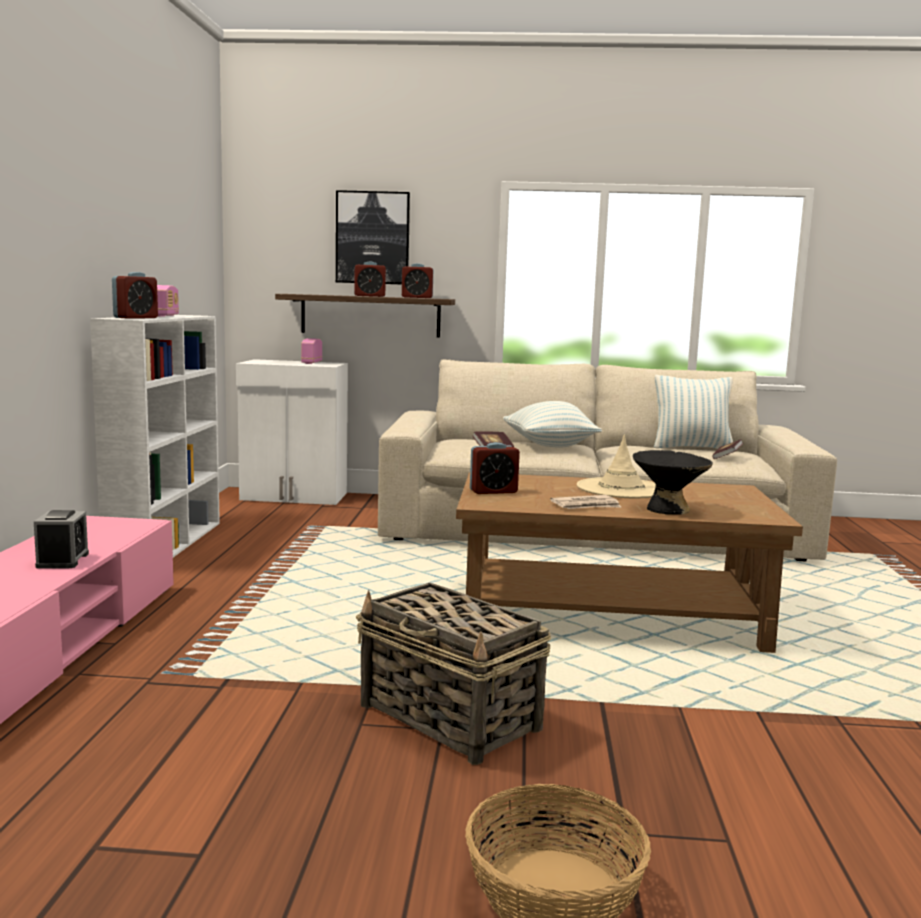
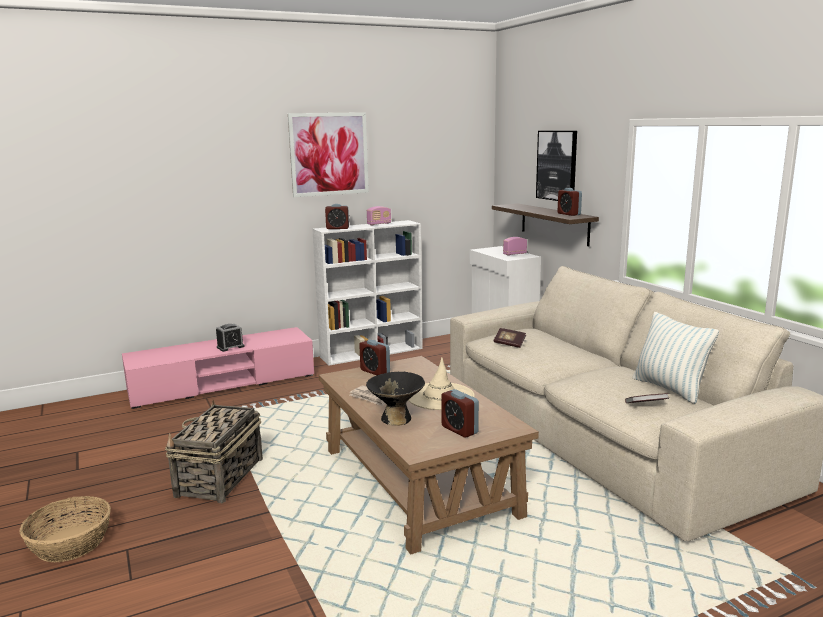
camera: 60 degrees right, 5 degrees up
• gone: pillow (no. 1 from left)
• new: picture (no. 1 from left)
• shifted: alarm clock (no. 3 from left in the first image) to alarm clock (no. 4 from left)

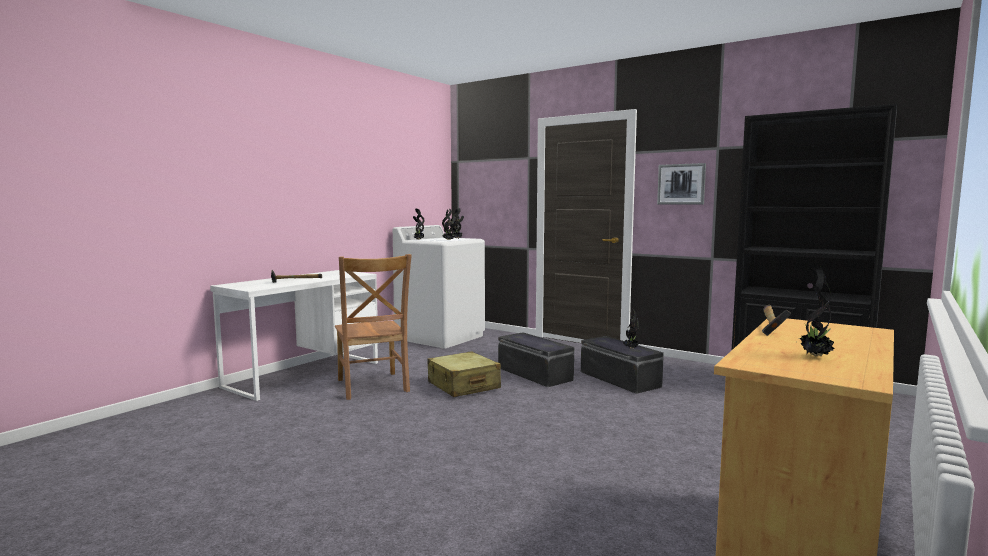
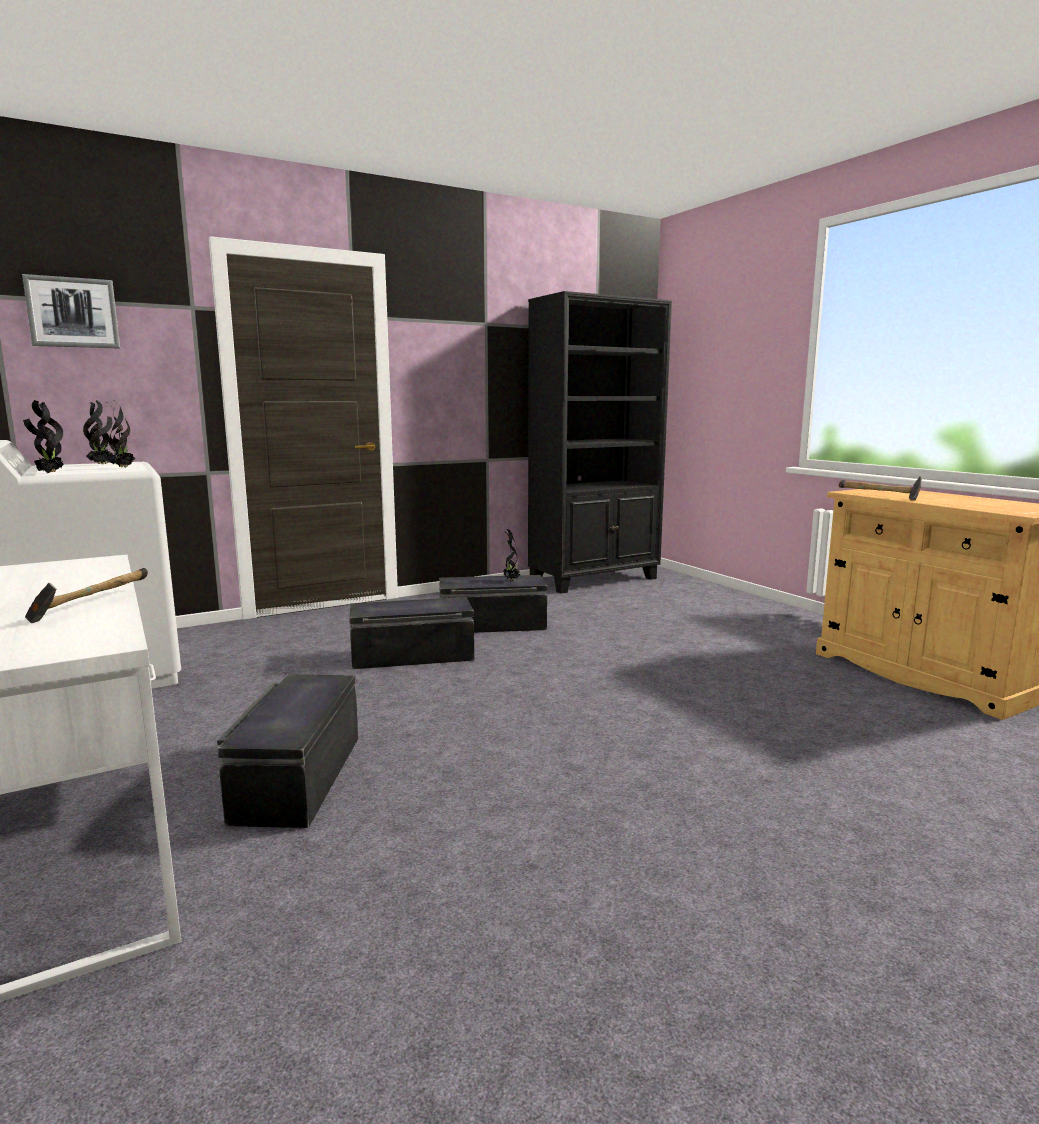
camera: 65 degrees left, 5 degrees up
• gone: beige suitcase
• gone: potted plant (no. 5 from left)
• shifted: picture
• swapped: brown chair to black storage box (no. 1 from left)

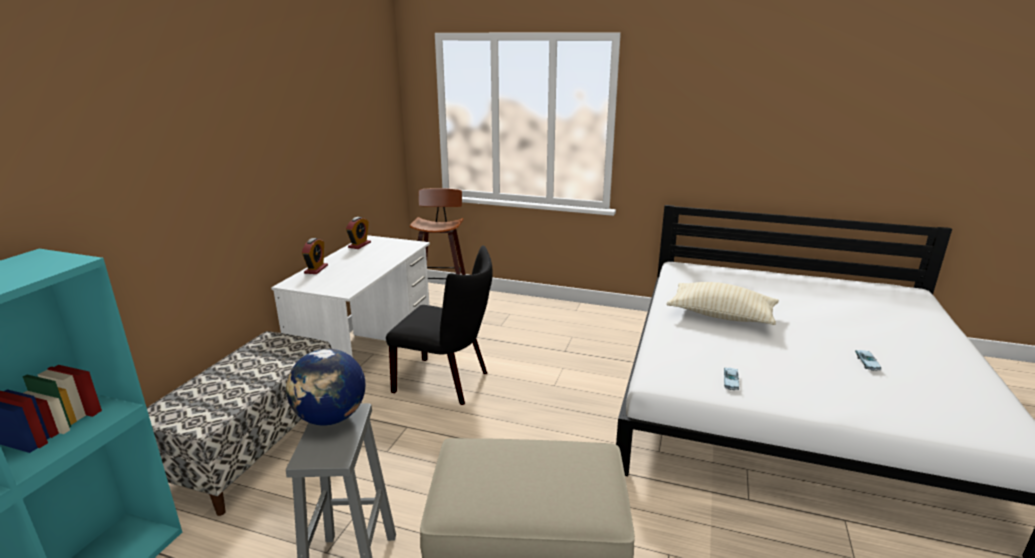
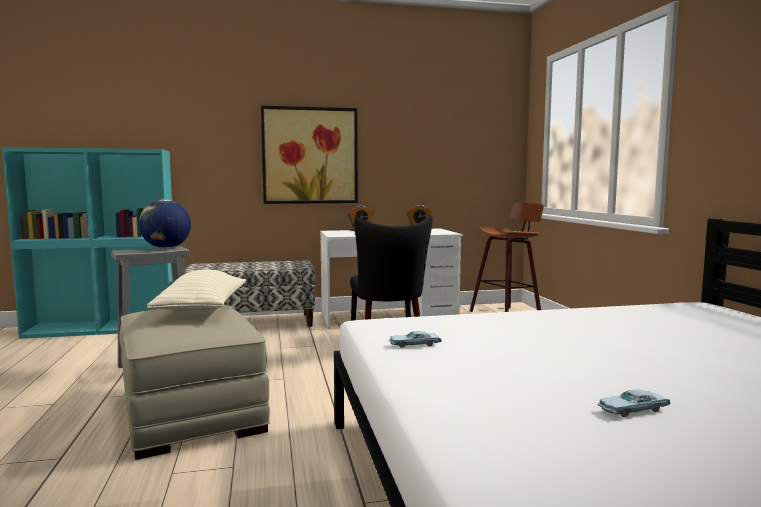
camera: 60 degrees right, 15 degrees down
• new: picture
• shifted: beige pillow

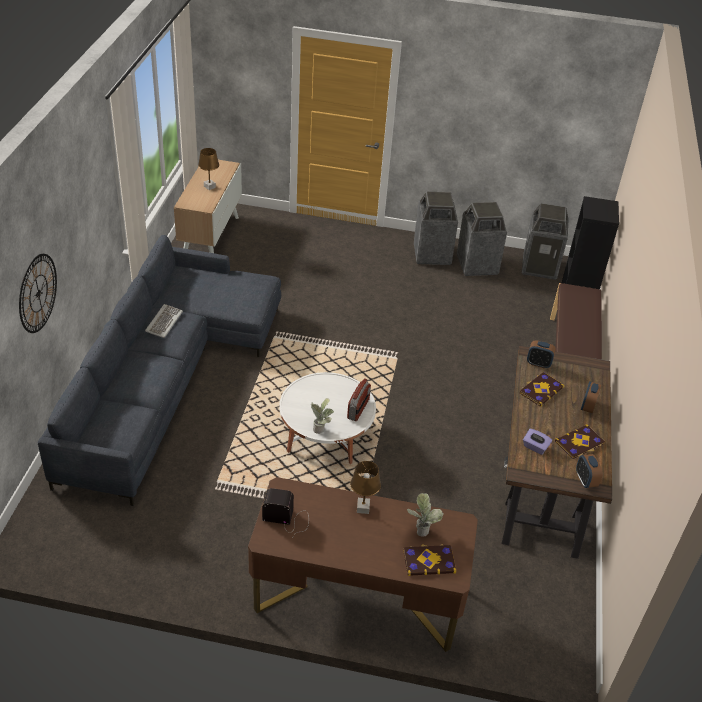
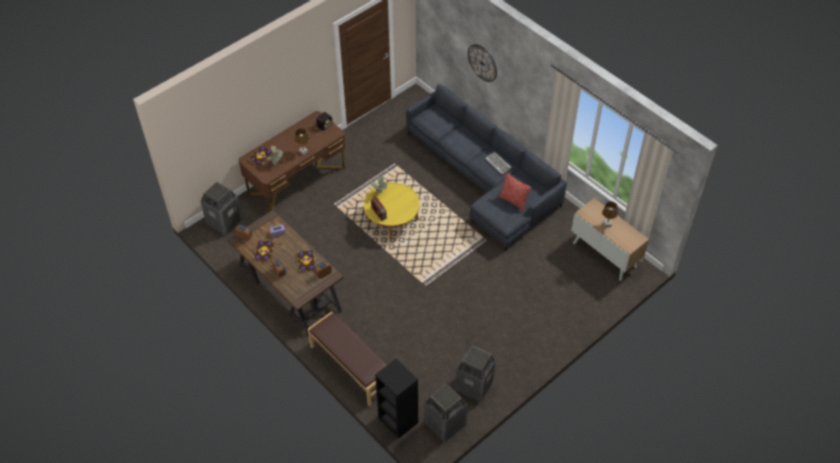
camera: 130 degrees right, 10 degrees up
• new: pillow
• shifted: trash can (no. 1 from left)
• repainted: white coffee table to yellow coffee table

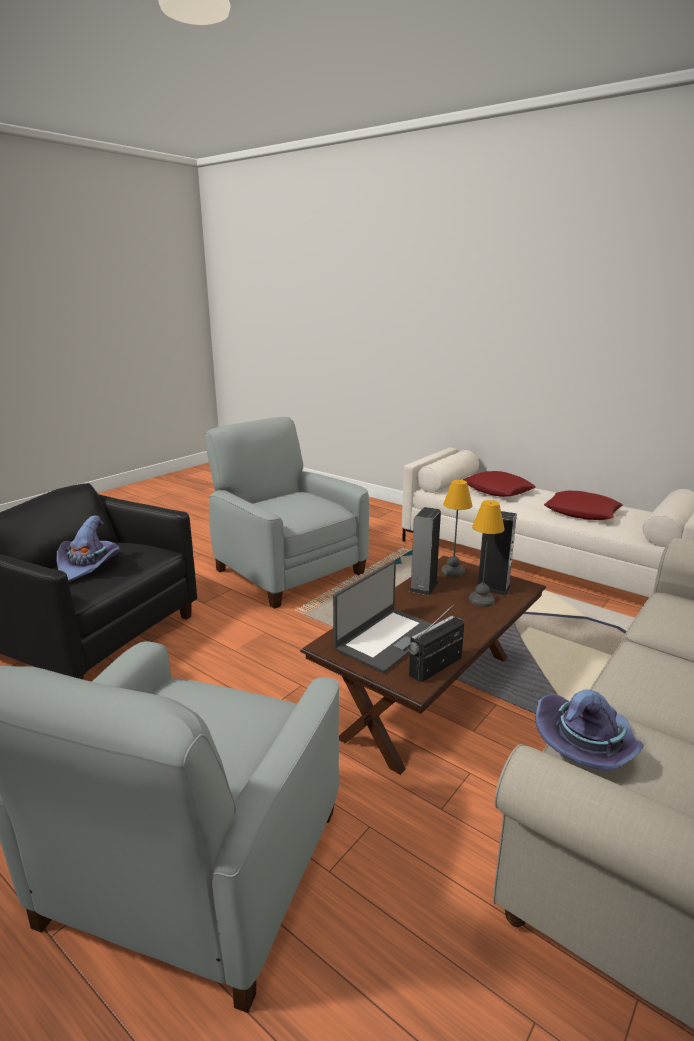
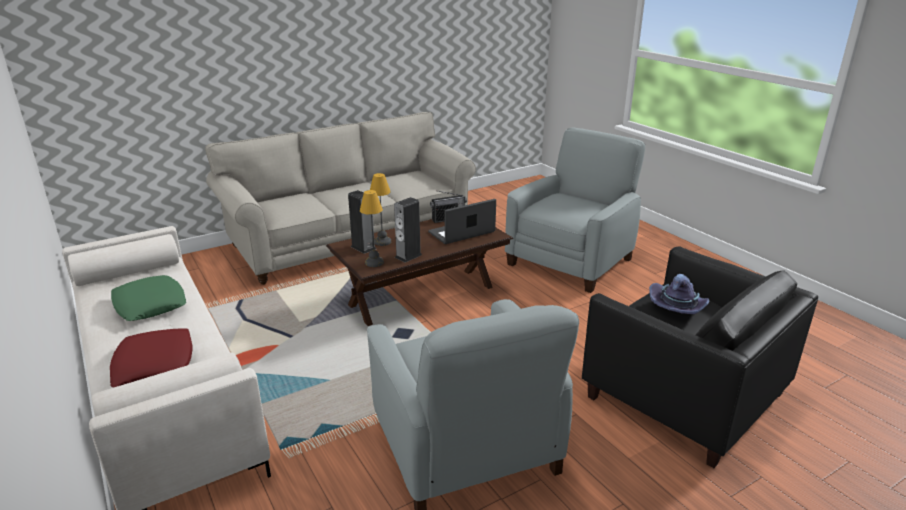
camera: 160 degrees left, 5 degrees up
• gone: purple hat (no. 2 from left)
• repainted: red pillow (no. 2 from left) to green pillow

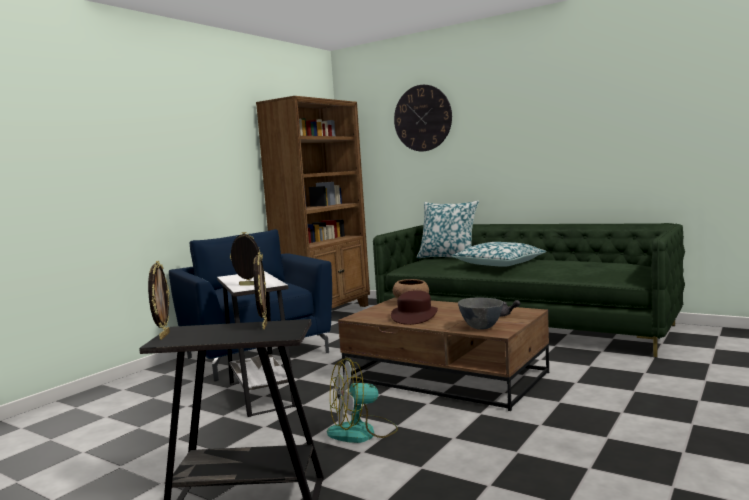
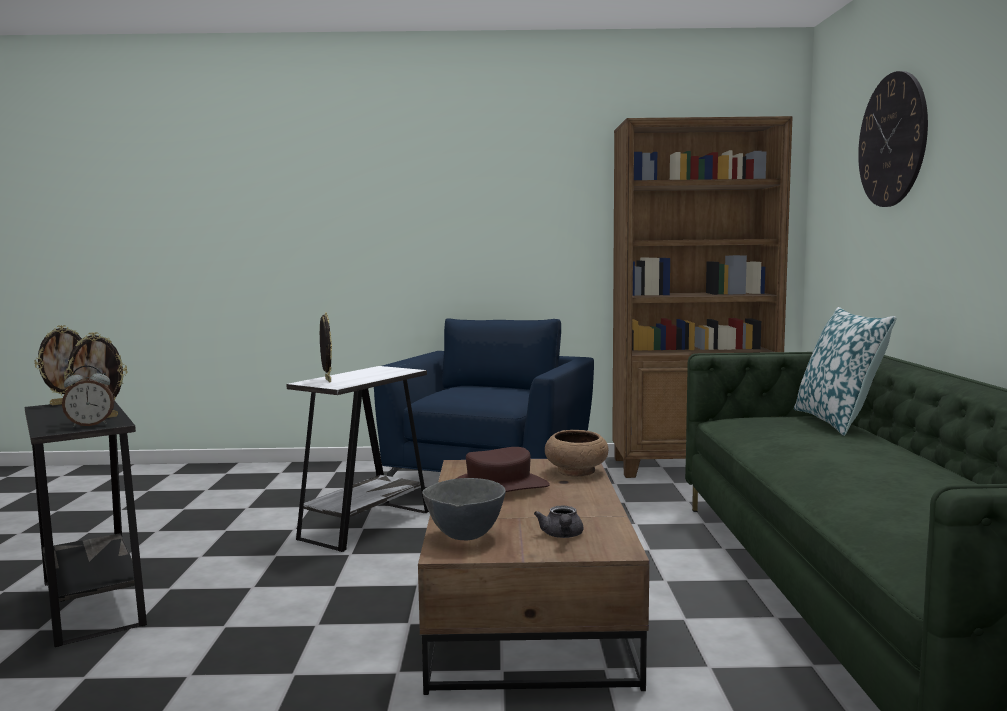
camera: 55 degrees right, 0 degrees up
• gone: fan
• gone: pillow (no. 2 from left)
• new: alarm clock

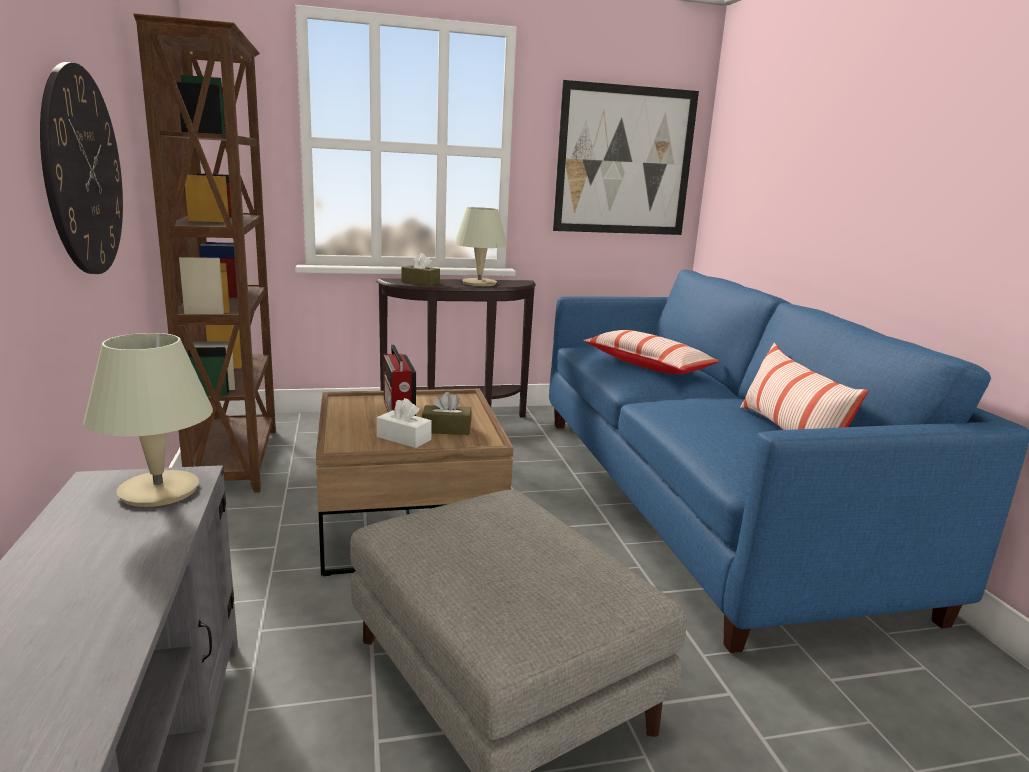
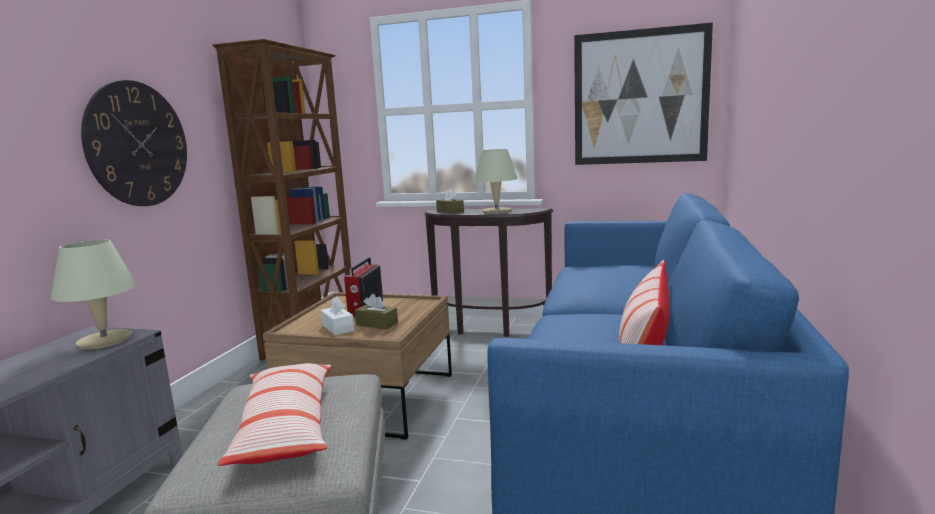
camera: 30 degrees right, 5 degrees down
• shifted: pillow (no. 1 from left)

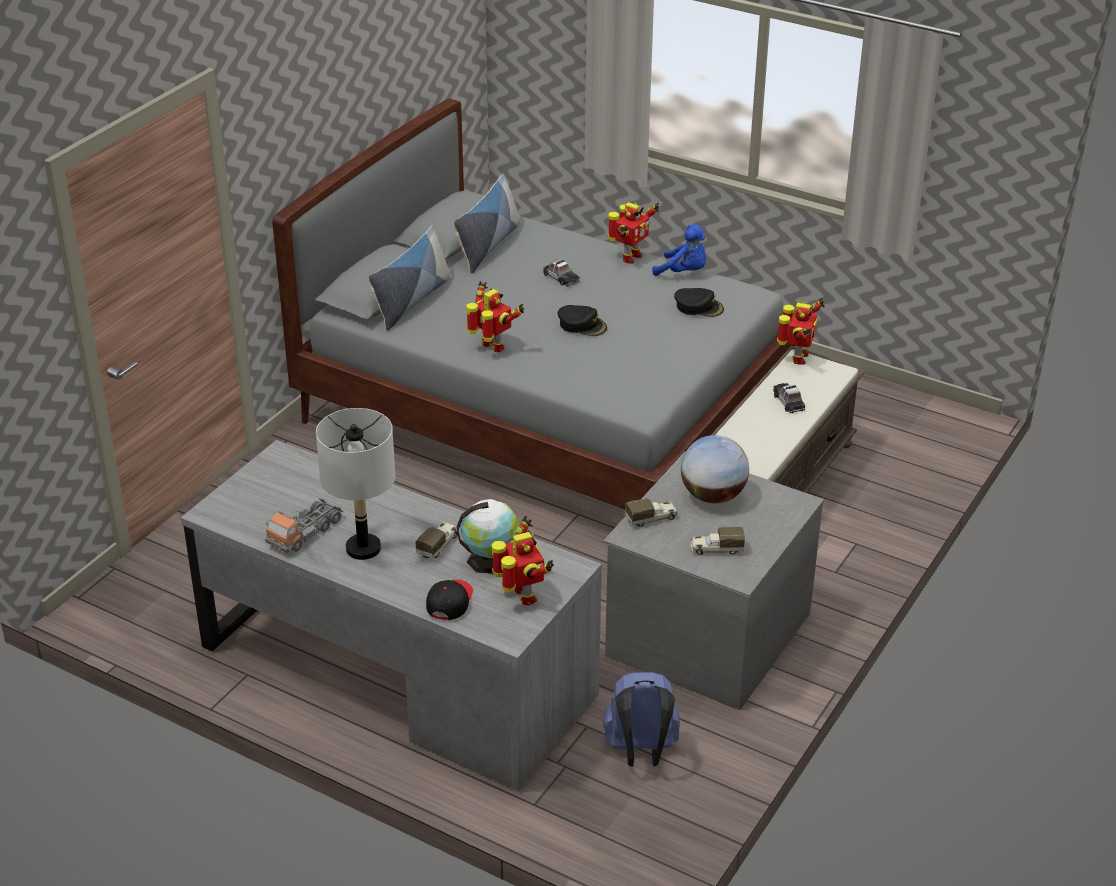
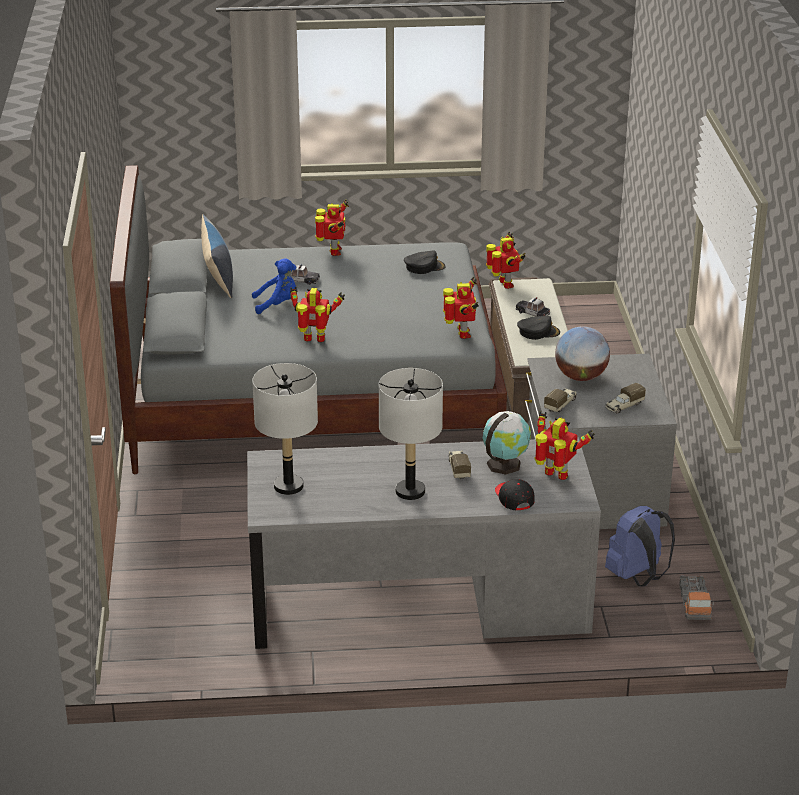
camera: 35 degrees left, 5 degrees down
• gone: pillow (no. 1 from left)
• new: grey table lamp (no. 1 from left)
• new: toy robot (no. 3 from left)
• shifted: toy truck (no. 1 from left in the first image) to toy truck (no. 4 from left)
• shifted: black cap (no. 2 from left in the first image) to black cap (no. 3 from left)
• shifted: blue plush toy

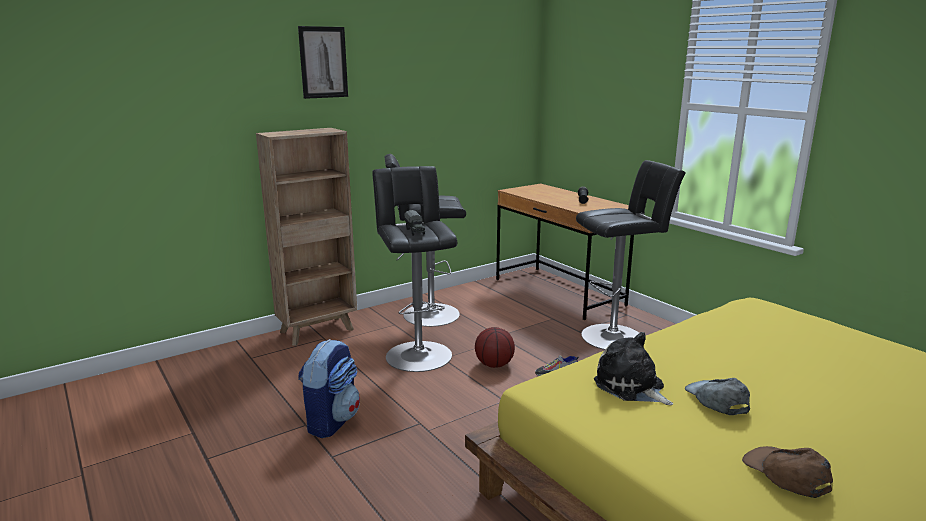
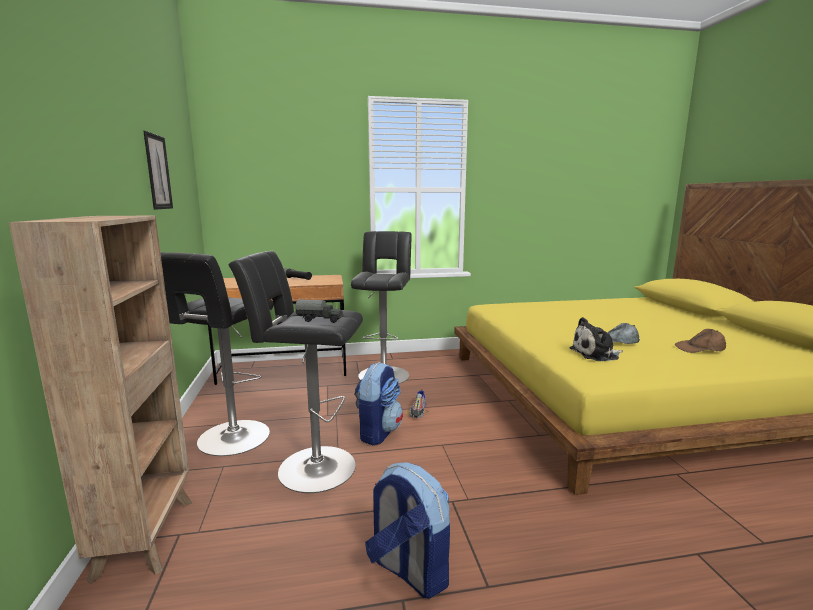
camera: 65 degrees left, 5 degrees down
• shifted: picture
• swapped: basketball to backpack (no. 1 from left)

